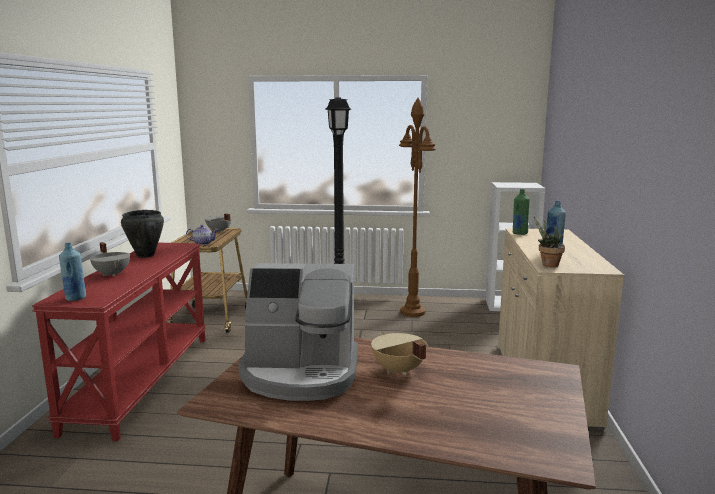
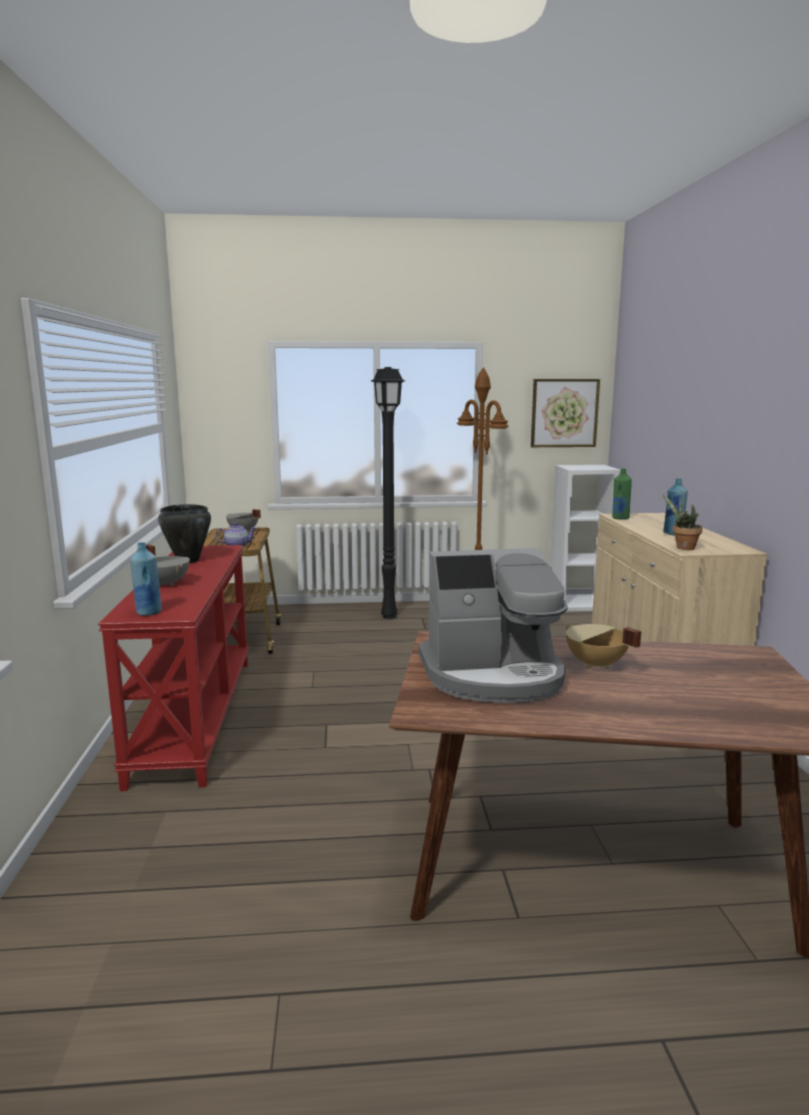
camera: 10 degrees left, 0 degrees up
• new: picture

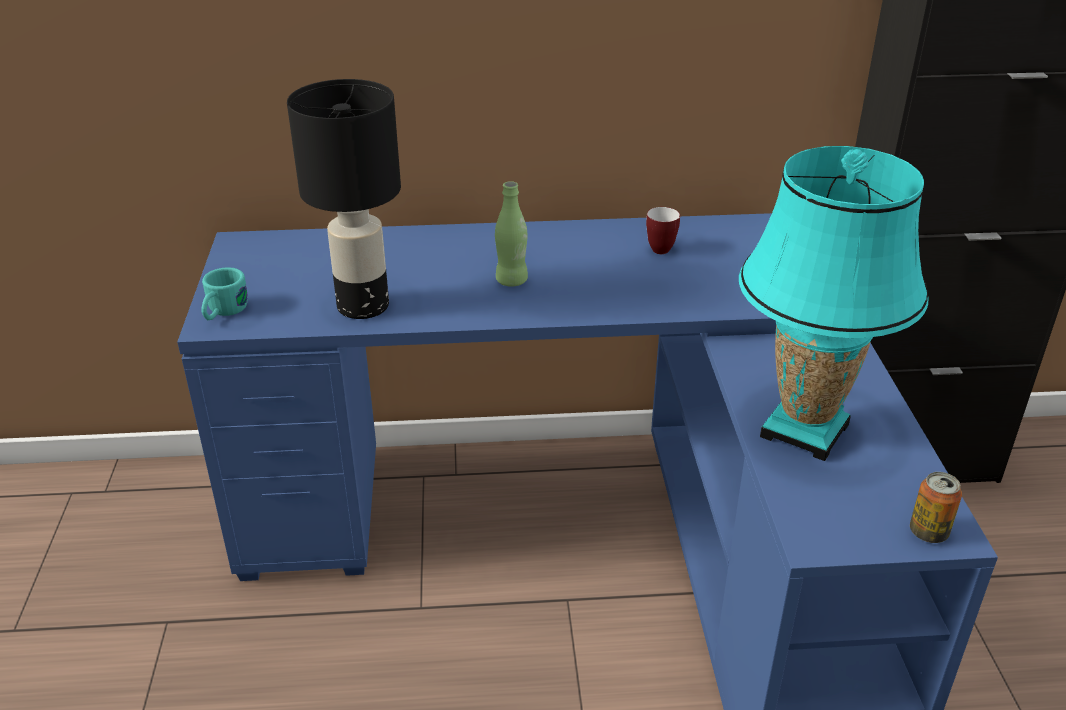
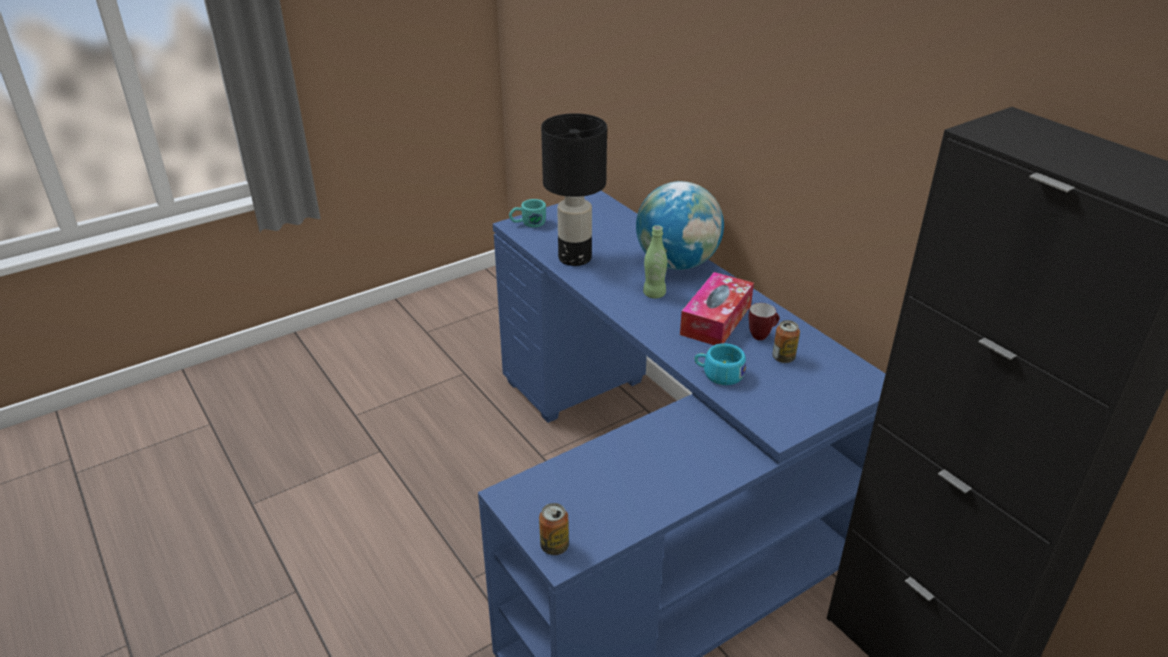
camera: 60 degrees right, 0 degrees up
• gone: turquoise table lamp
• new: globe
• new: tissue box
• new: turquoise cup
• new: can (no. 2 from left)

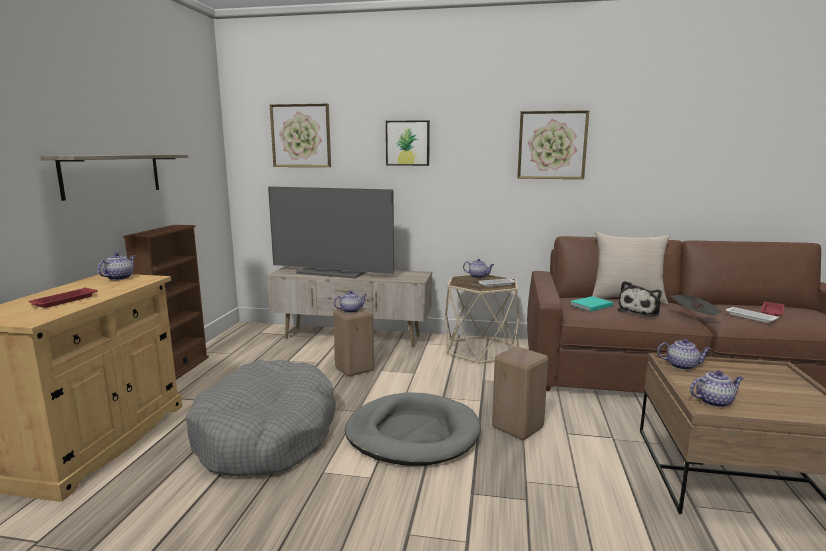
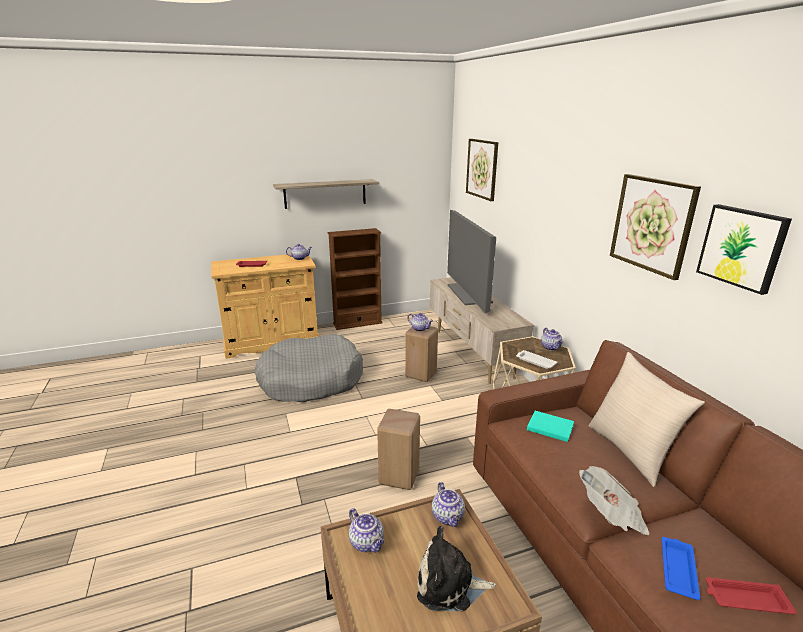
camera: 60 degrees right, 10 degrees up
• gone: grey dog bed (no. 2 from left)
• shifted: picture (no. 2 from left in the first image) to picture (no. 3 from left)
• shifted: plush toy
• repainted: white tray (no. 2 from left) to blue tray

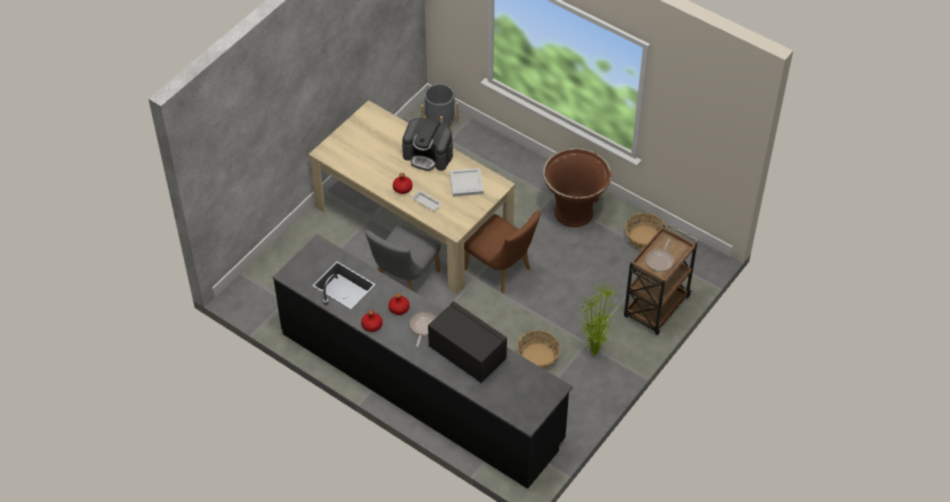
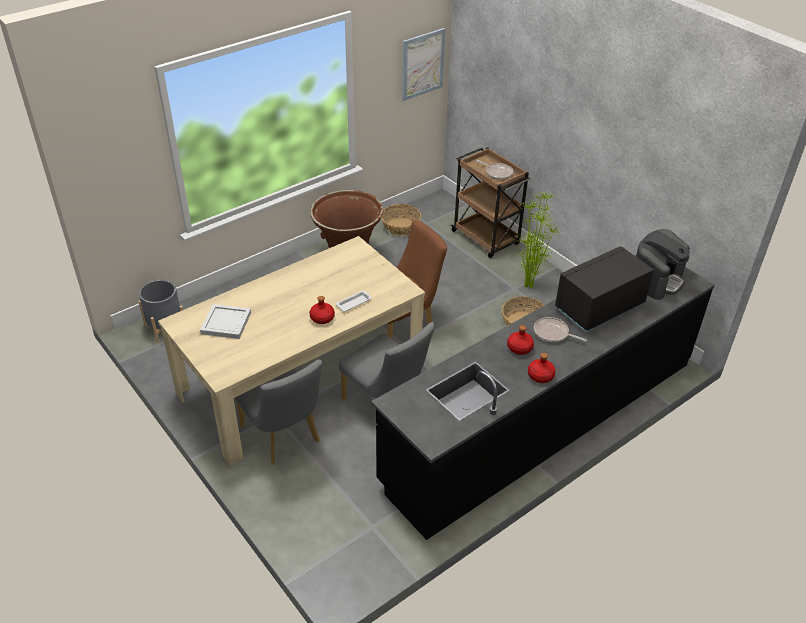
camera: 75 degrees left, 10 degrees down
• new: grey chair (no. 1 from left)
• new: picture
• shifted: coffee machine
• shifted: white tray (no. 2 from left in the first image) to white tray (no. 1 from left)

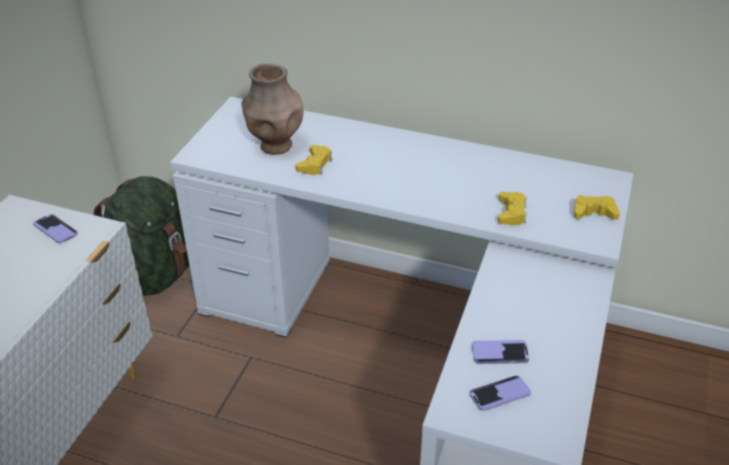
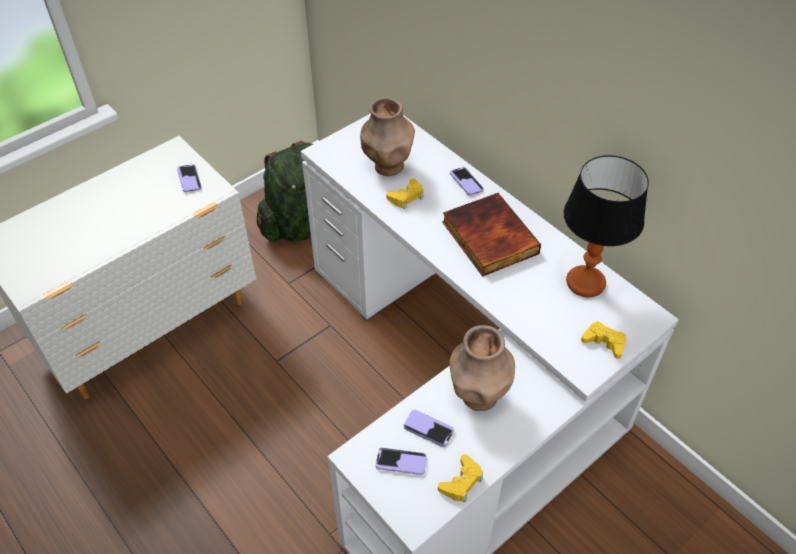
camera: 30 degrees right, 10 degrees up
• new: book
• new: brown vase (no. 2 from left)
• new: phone (no. 4 from left)
• new: table lamp
• shifted: yellow game controller (no. 2 from left)

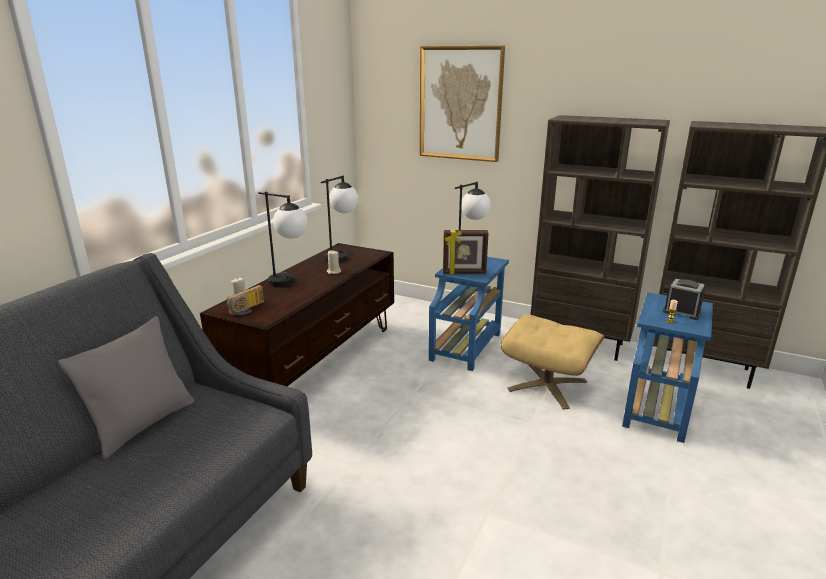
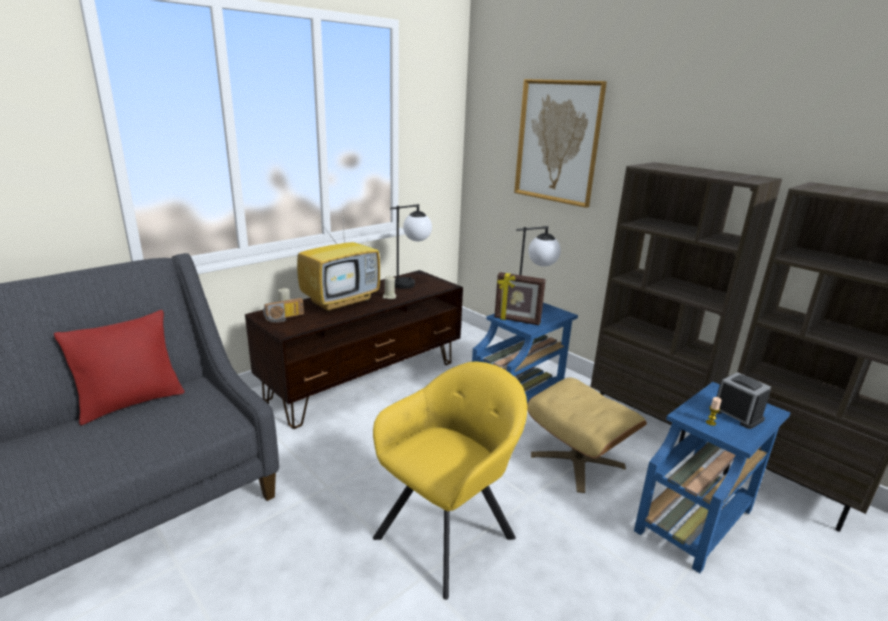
camera: 20 degrees right, 0 degrees up
• new: yellow armchair
• swapped: table lamp (no. 1 from left) to television
• repainted: grey pillow to red pillow

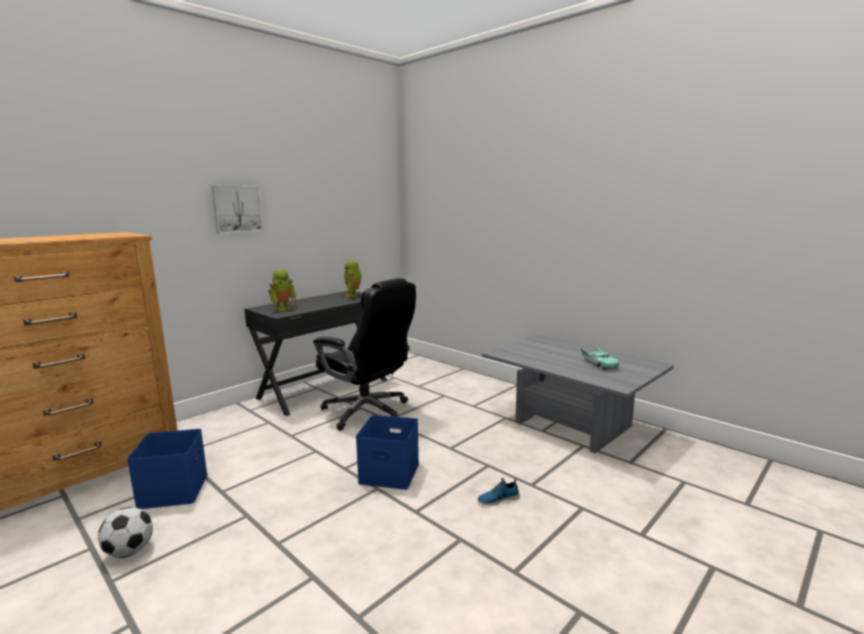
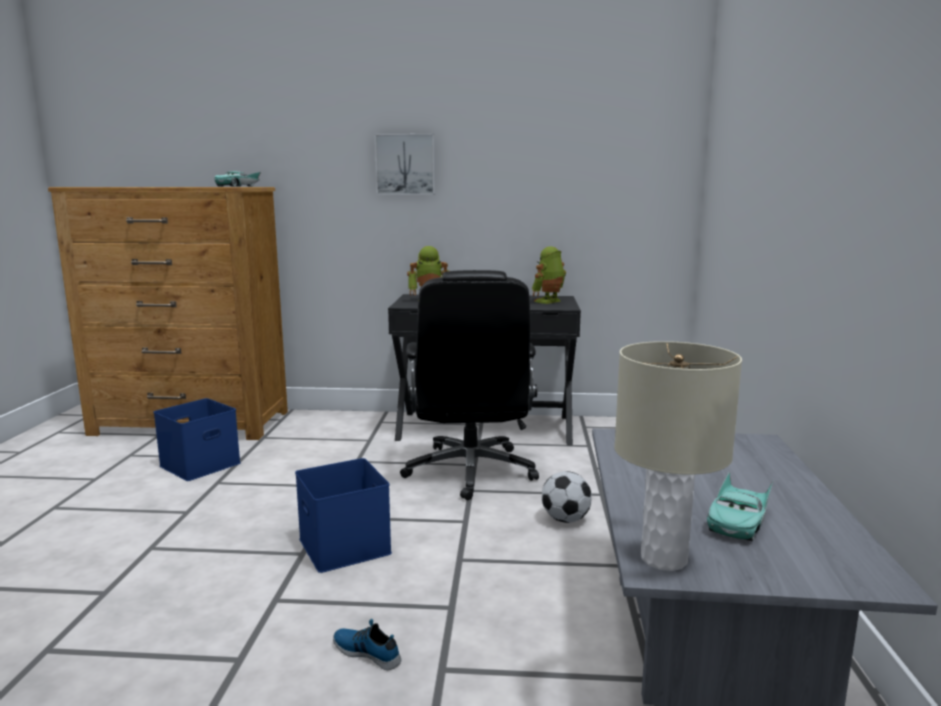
camera: 50 degrees right, 0 degrees up
• new: turquoise toy car (no. 1 from left)
• new: beige table lamp
• shifted: football

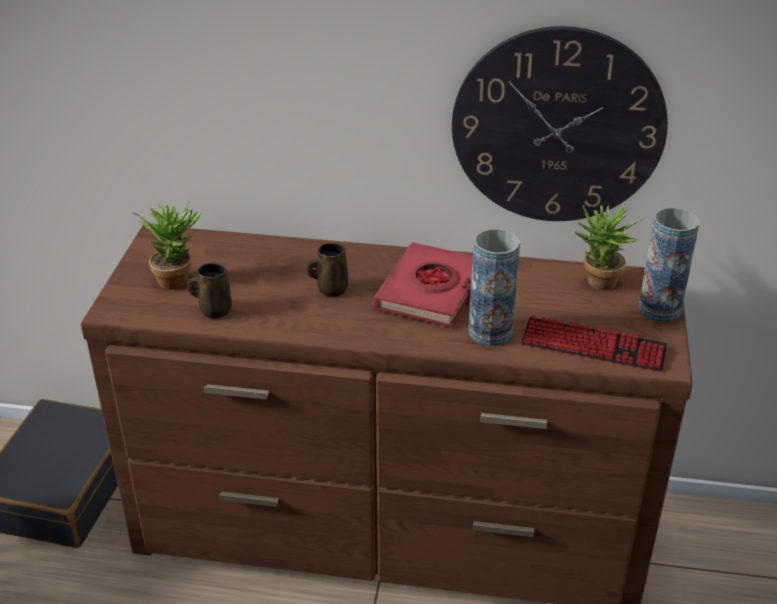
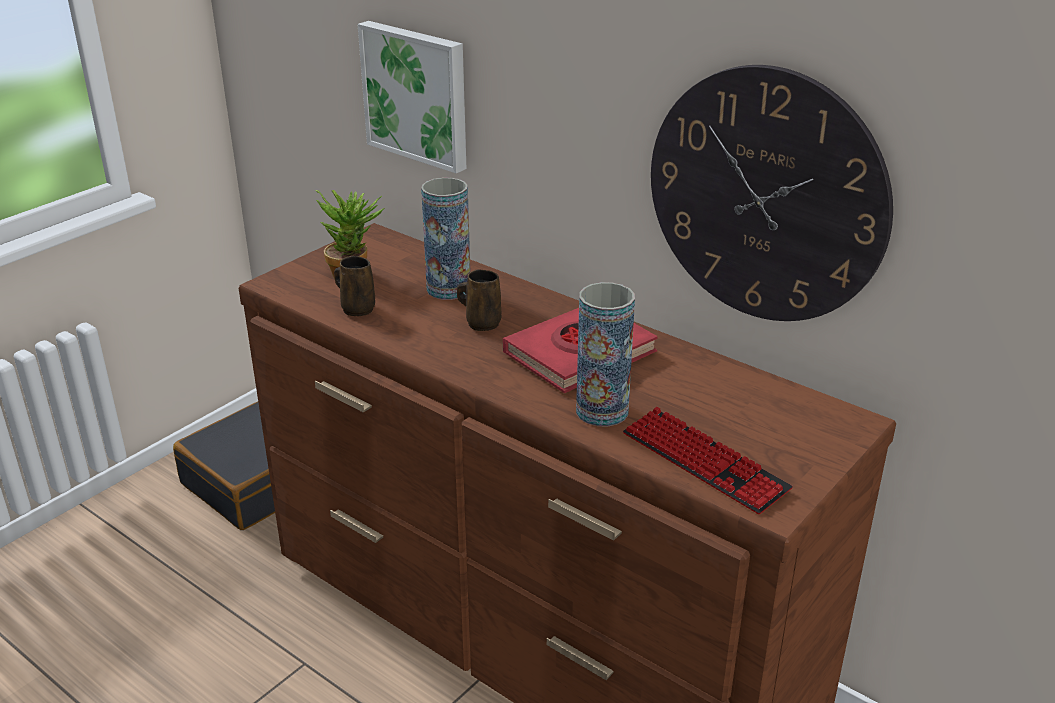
camera: 30 degrees right, 5 degrees down
• gone: potted plant (no. 2 from left)
• new: picture
• shifted: vase (no. 2 from left in the first image) to vase (no. 1 from left)

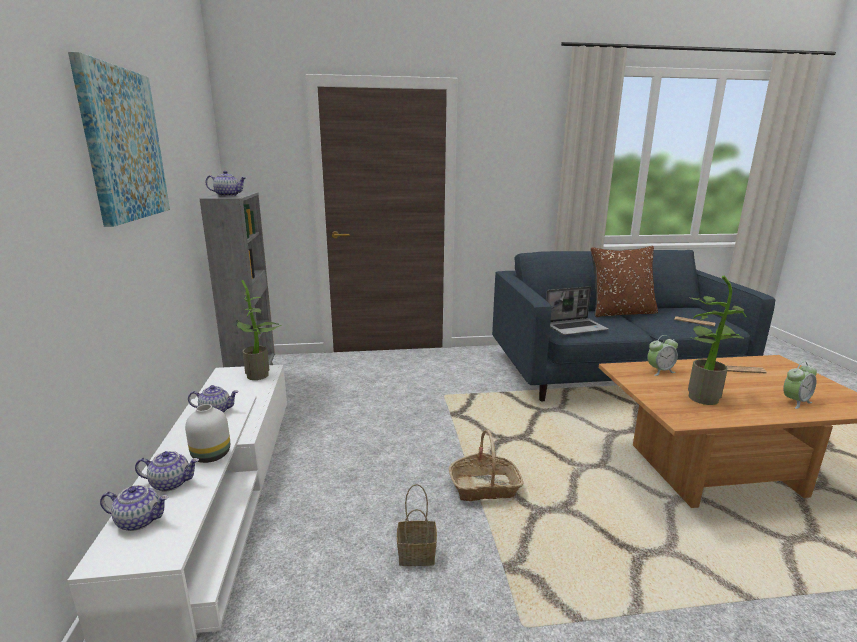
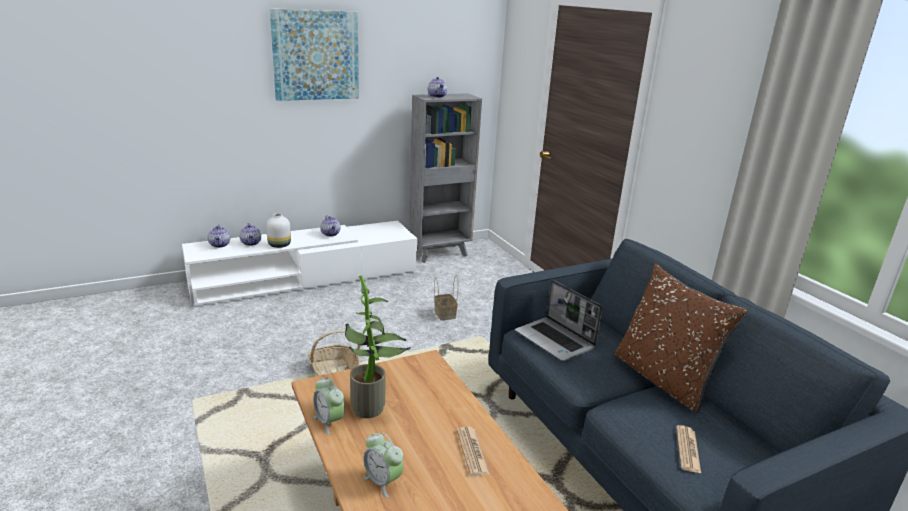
camera: 70 degrees right, 5 degrees up
• gone: potted plant (no. 1 from left)
• shifted: basket (no. 1 from left in the first image) to basket (no. 2 from left)
• shifted: alarm clock (no. 1 from left)

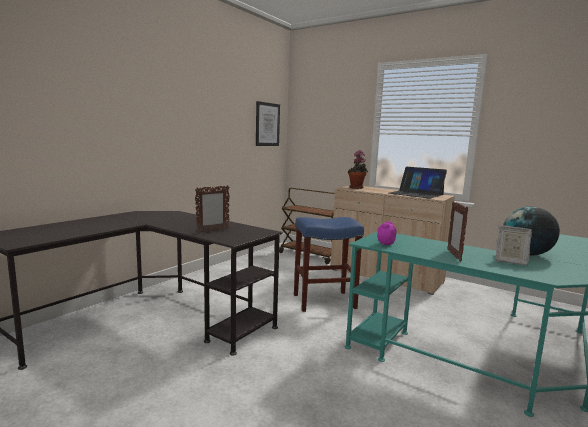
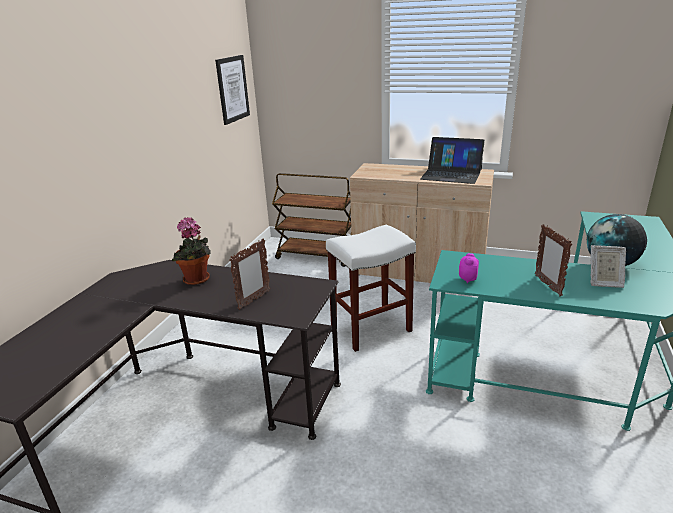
camera: 15 degrees left, 15 degrees up
• shifted: potted plant
• repainted: blue stool to white stool

